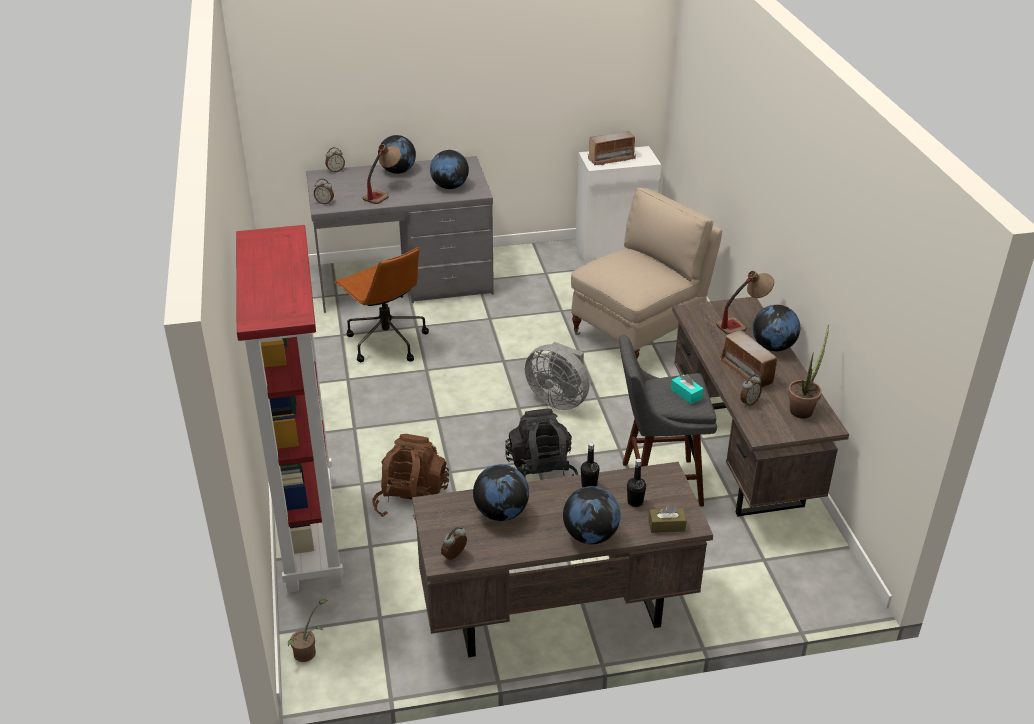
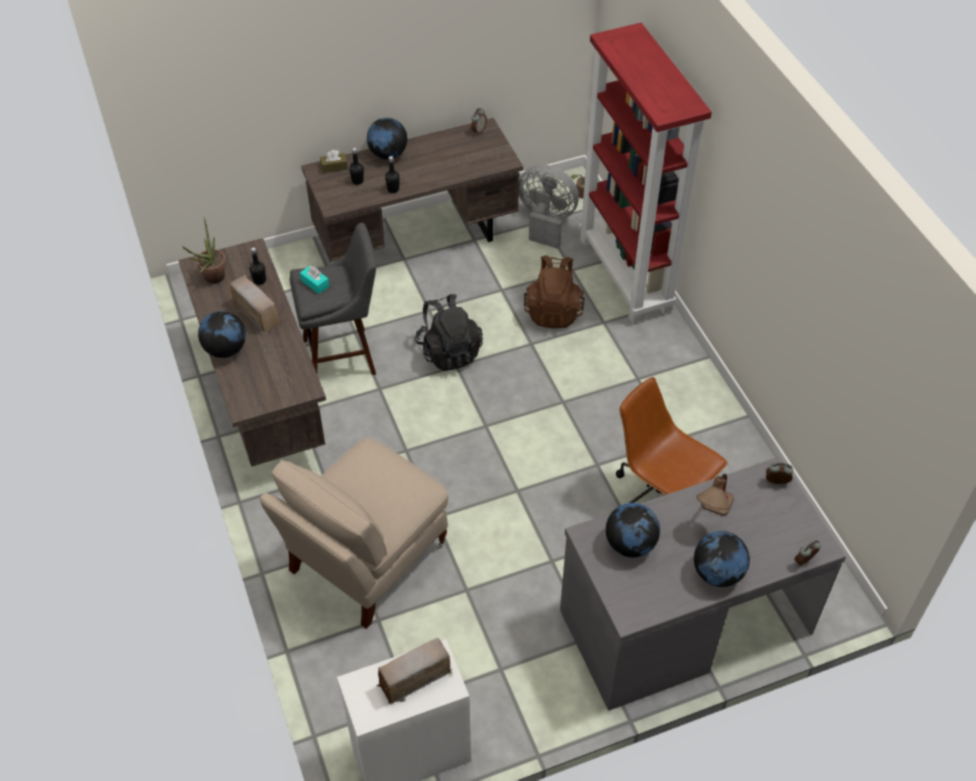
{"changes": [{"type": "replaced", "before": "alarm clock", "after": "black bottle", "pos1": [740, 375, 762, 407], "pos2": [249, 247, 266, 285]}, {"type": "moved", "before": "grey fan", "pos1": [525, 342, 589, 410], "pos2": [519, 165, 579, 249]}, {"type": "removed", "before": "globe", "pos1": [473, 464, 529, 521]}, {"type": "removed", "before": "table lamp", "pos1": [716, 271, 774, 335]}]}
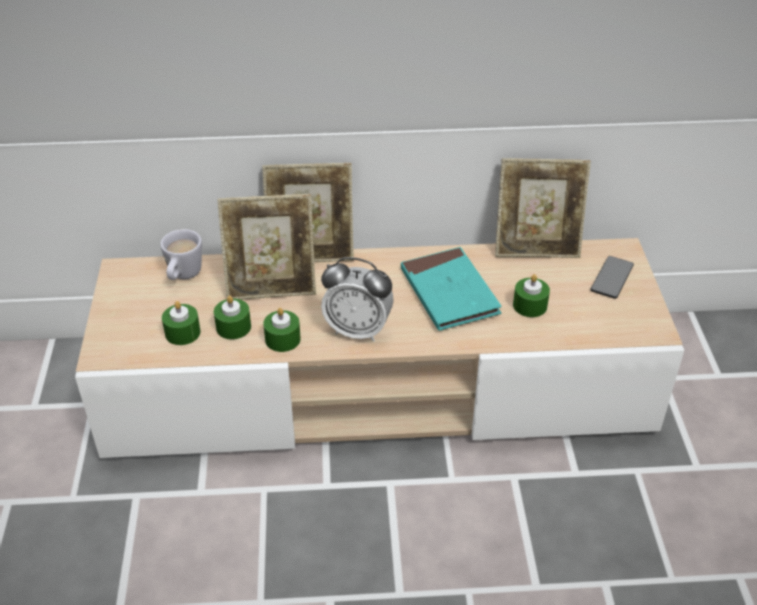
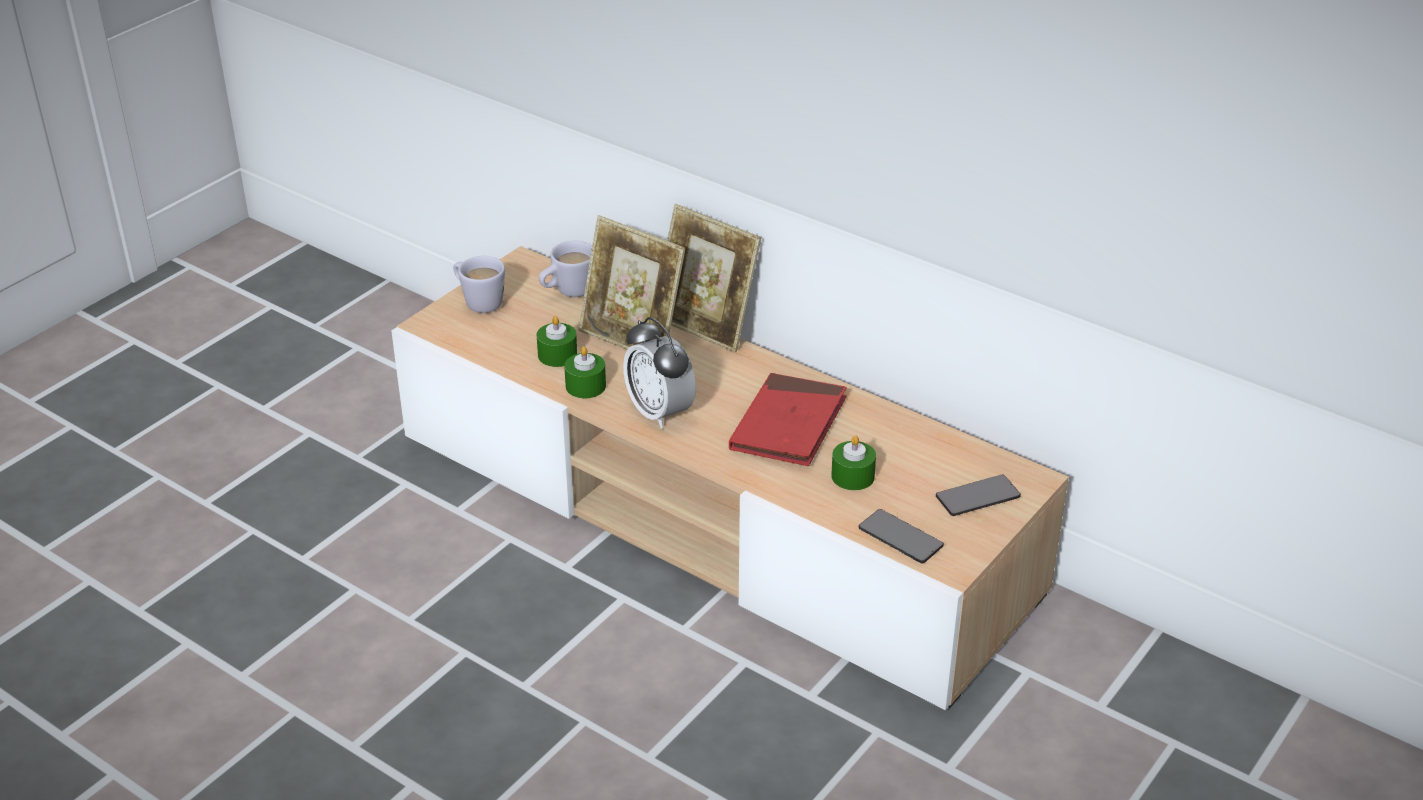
{"changes": [{"type": "added", "after": "white mug", "pos2": [453, 256, 505, 313]}, {"type": "recoloured", "before": "turquoise book", "after": "red book", "pos1": [401, 247, 502, 331], "pos2": [729, 373, 847, 466]}, {"type": "added", "after": "phone", "pos2": [859, 509, 944, 564]}, {"type": "removed", "before": "green candle", "pos1": [162, 301, 201, 345]}, {"type": "removed", "before": "picture frame", "pos1": [495, 158, 591, 258]}]}
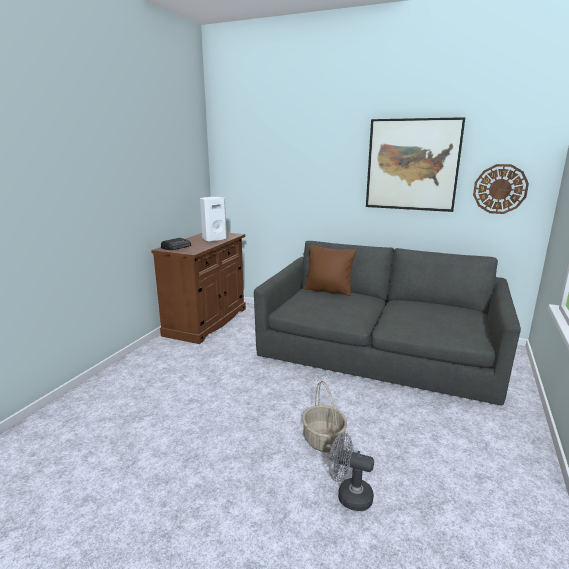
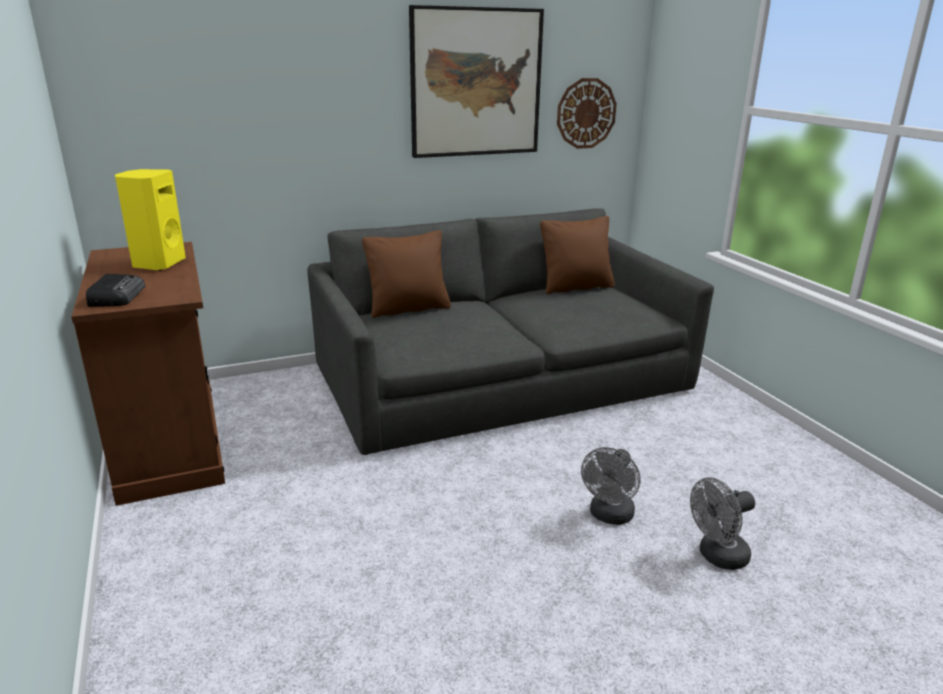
{"changes": [{"type": "recoloured", "before": "white speaker", "after": "yellow speaker", "pos1": [200, 197, 227, 242], "pos2": [115, 169, 186, 271]}, {"type": "added", "after": "brown pillow", "pos2": [540, 216, 615, 294]}, {"type": "replaced", "before": "basket", "after": "grey fan", "pos1": [302, 381, 347, 452], "pos2": [581, 447, 641, 525]}]}
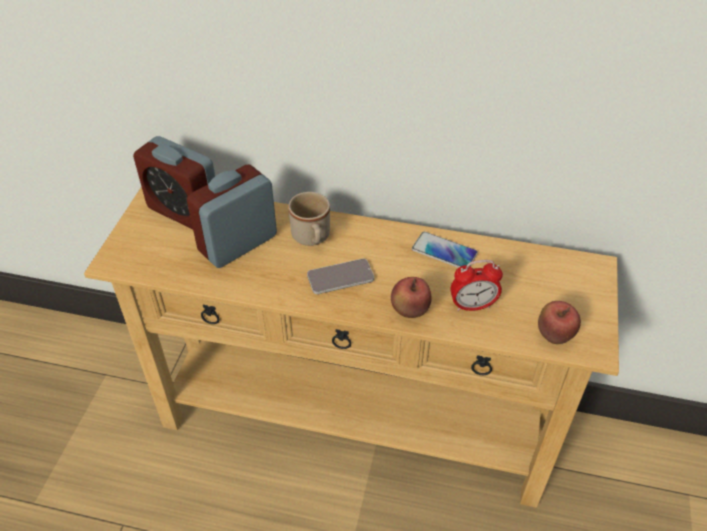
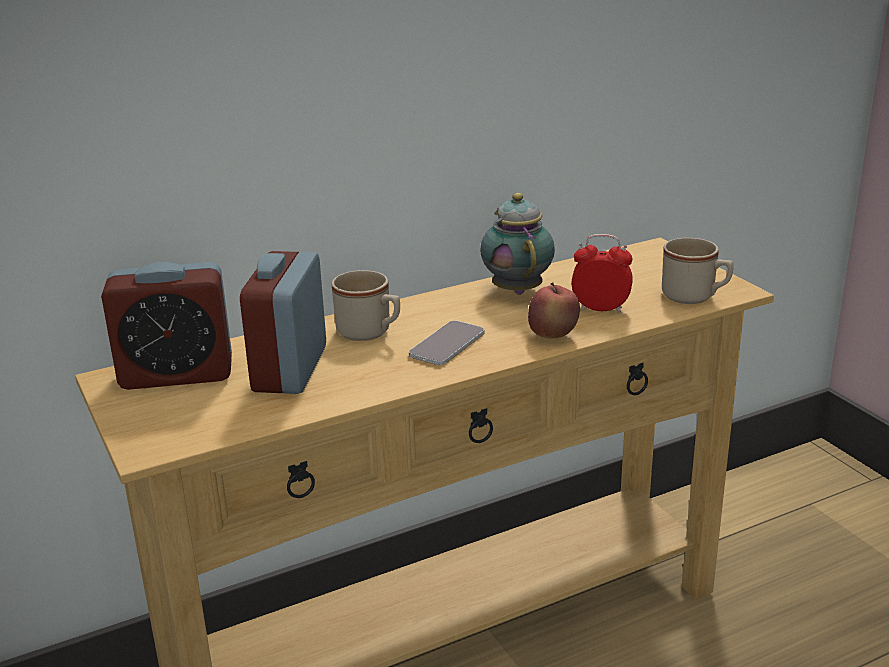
{"changes": [{"type": "replaced", "before": "phone", "after": "teapot", "pos1": [412, 232, 478, 268], "pos2": [480, 193, 555, 295]}, {"type": "turned", "before": "alarm clock", "pos1": [450, 260, 503, 311], "pos2": [572, 234, 633, 313], "turn": -120}, {"type": "replaced", "before": "apple", "after": "beige mug", "pos1": [538, 301, 581, 344], "pos2": [662, 238, 734, 304]}]}
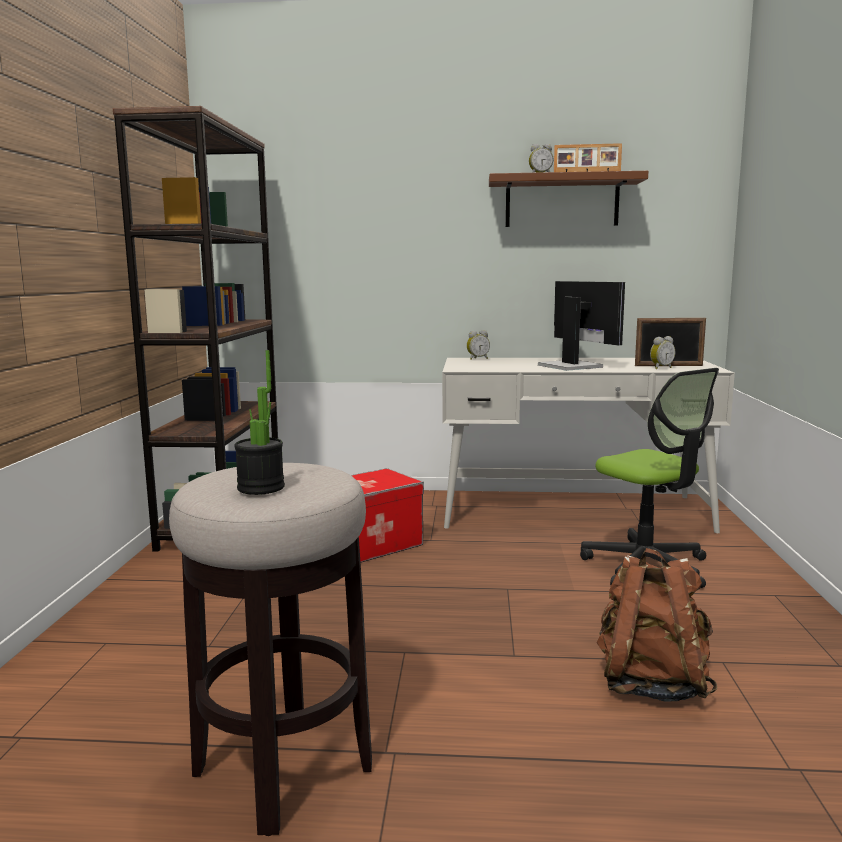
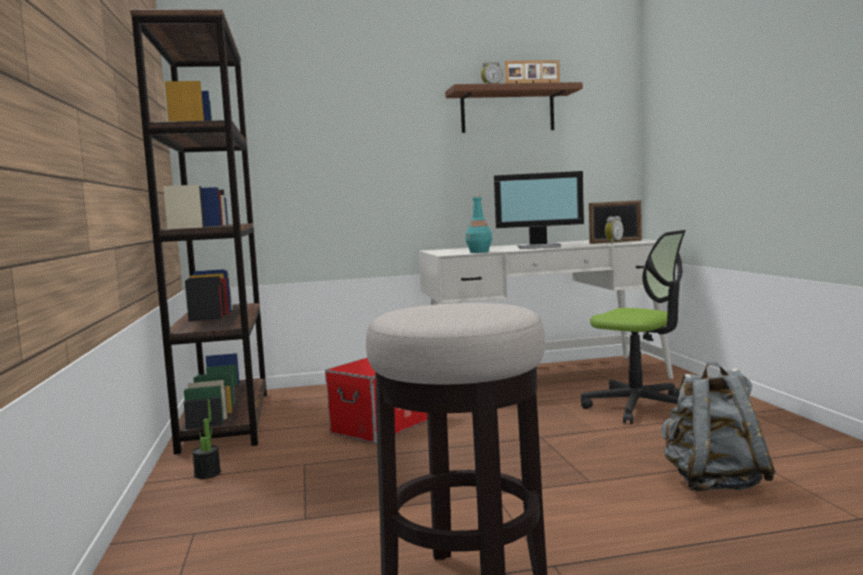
{"changes": [{"type": "moved", "before": "potted plant", "pos1": [235, 350, 285, 495], "pos2": [192, 399, 221, 479]}, {"type": "added", "after": "turquoise bottle", "pos2": [466, 195, 492, 253]}, {"type": "turned", "before": "monitor", "pos1": [538, 281, 625, 371], "pos2": [494, 171, 584, 249], "turn": 135}, {"type": "recoloured", "before": "brown backpack", "after": "grey backpack", "pos1": [597, 548, 717, 702], "pos2": [661, 362, 776, 491]}, {"type": "removed", "before": "alarm clock", "pos1": [467, 330, 490, 360]}]}
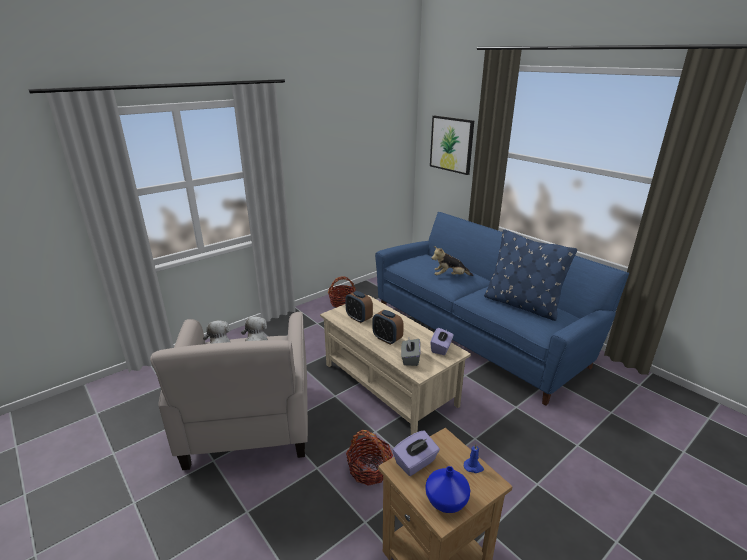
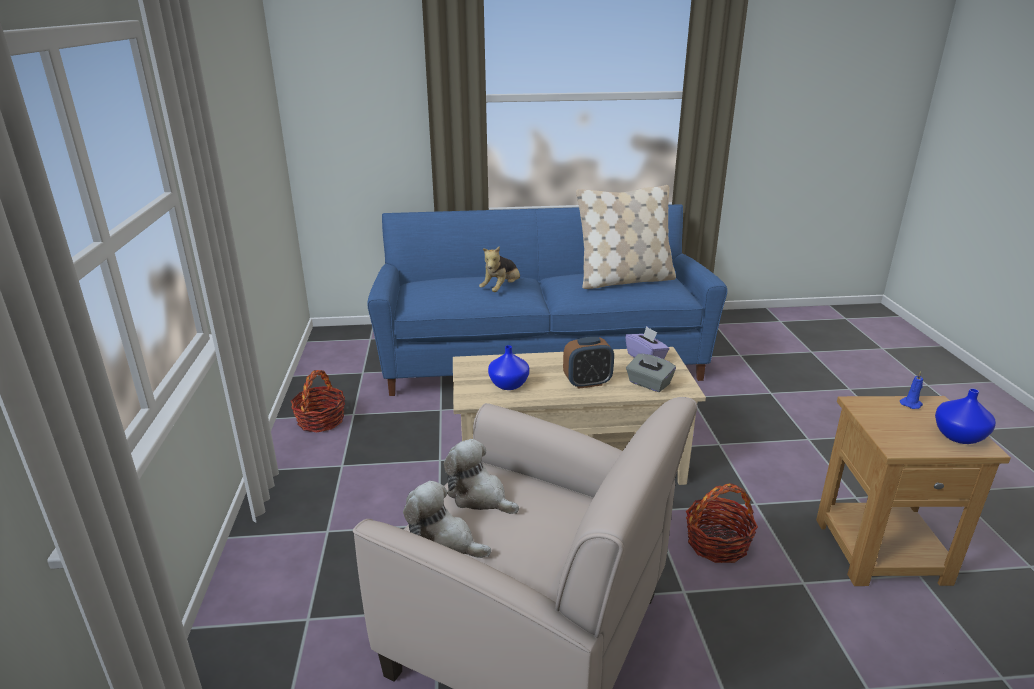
{"changes": [{"type": "replaced", "before": "alarm clock", "after": "blue vase", "pos1": [345, 291, 373, 323], "pos2": [488, 345, 529, 390]}, {"type": "recoloured", "before": "blue pillow", "after": "beige pillow", "pos1": [484, 229, 577, 321], "pos2": [576, 185, 676, 289]}, {"type": "removed", "before": "purple tissue box", "pos1": [393, 430, 440, 476]}, {"type": "removed", "before": "picture", "pos1": [430, 116, 474, 175]}]}
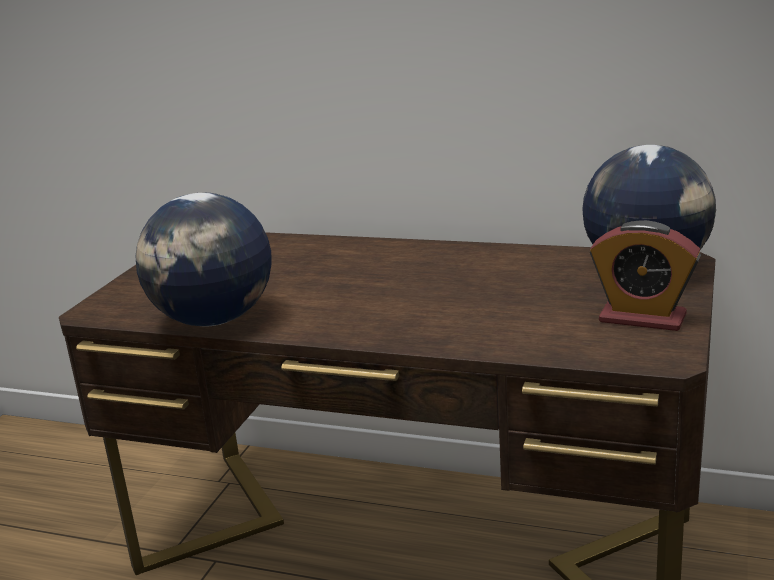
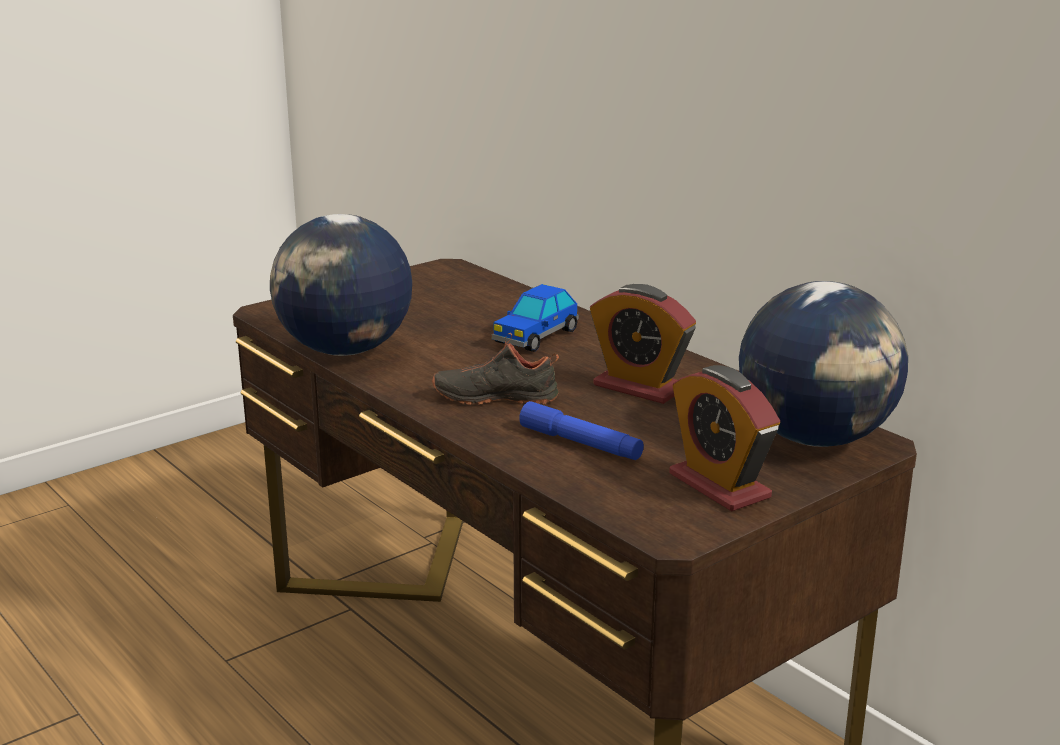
{"changes": [{"type": "added", "after": "black shoe", "pos2": [432, 333, 559, 405]}, {"type": "added", "after": "toy car", "pos2": [491, 284, 579, 352]}, {"type": "added", "after": "blue flashlight", "pos2": [519, 401, 644, 460]}, {"type": "added", "after": "alarm clock", "pos2": [590, 284, 696, 404]}]}
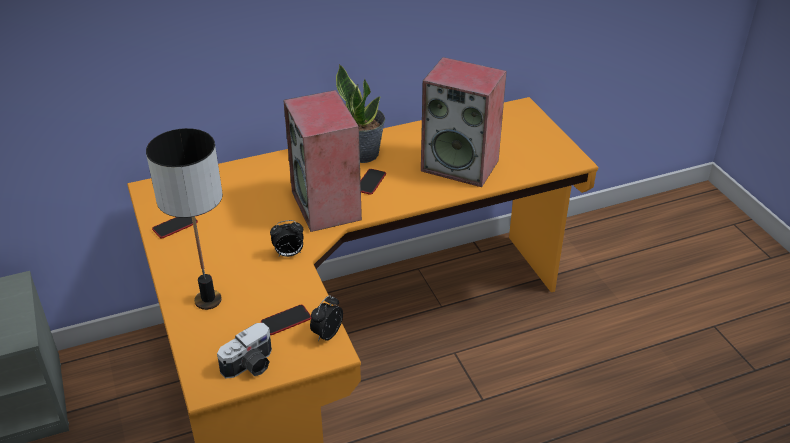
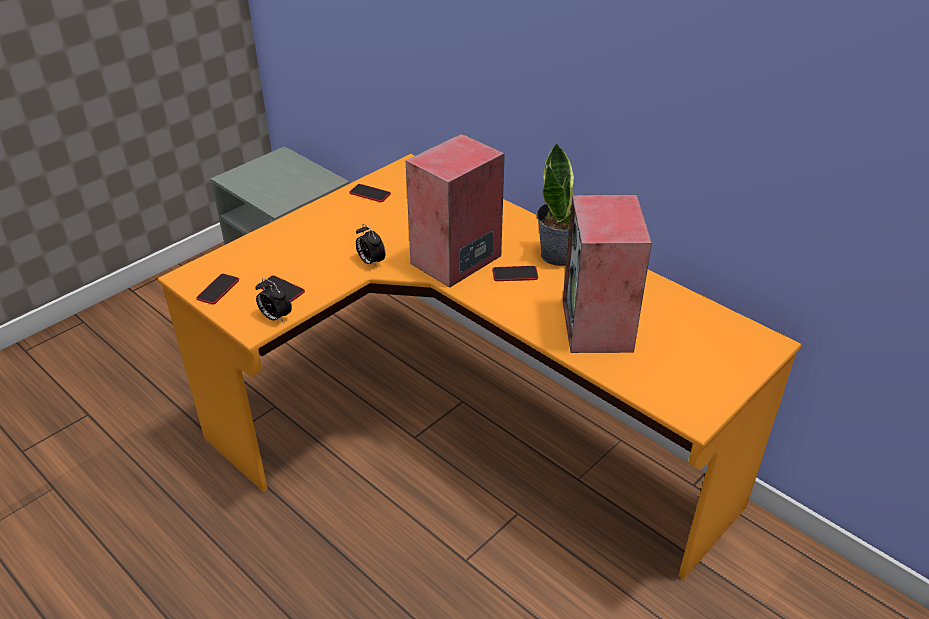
{"changes": [{"type": "replaced", "before": "photo camera", "after": "phone", "pos1": [217, 323, 272, 379], "pos2": [196, 274, 239, 304]}, {"type": "turned", "before": "alarm clock", "pos1": [310, 295, 343, 341], "pos2": [255, 278, 292, 322], "turn": -150}, {"type": "removed", "before": "table lamp", "pos1": [146, 128, 223, 310]}]}
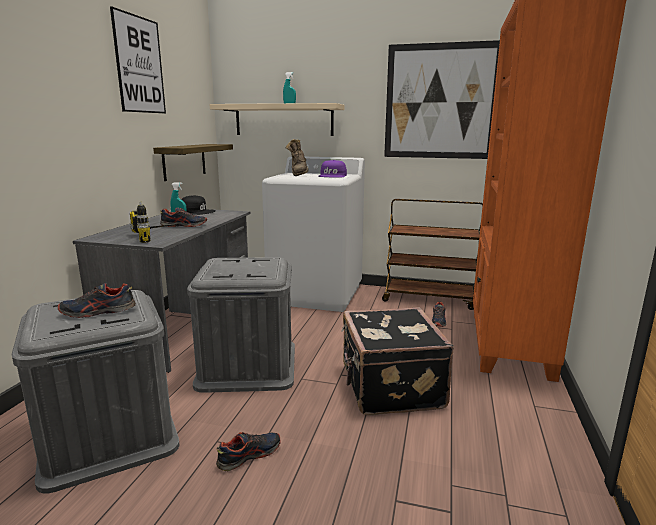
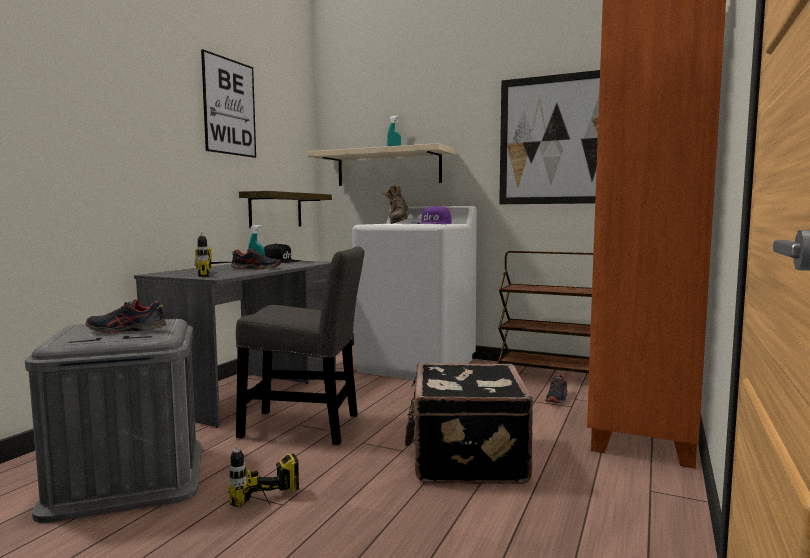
{"changes": [{"type": "replaced", "before": "shoe", "after": "power drill", "pos1": [216, 432, 281, 471], "pos2": [228, 446, 299, 507]}, {"type": "replaced", "before": "grey storage box", "after": "grey chair", "pos1": [187, 257, 295, 393], "pos2": [236, 246, 365, 445]}]}
